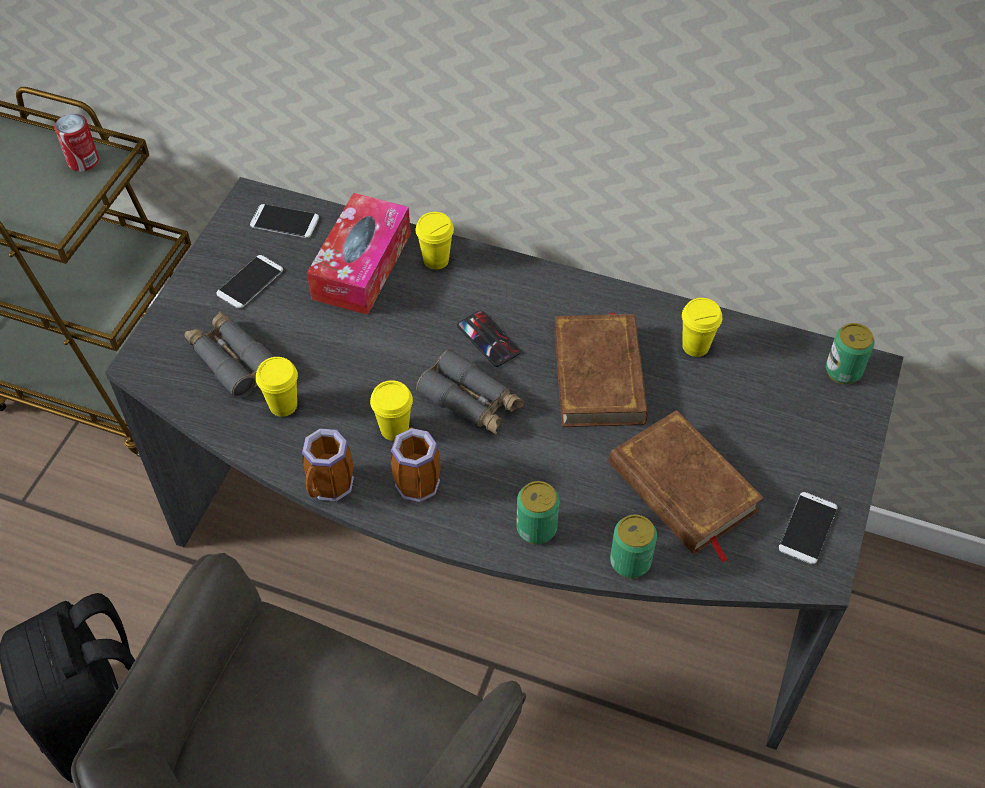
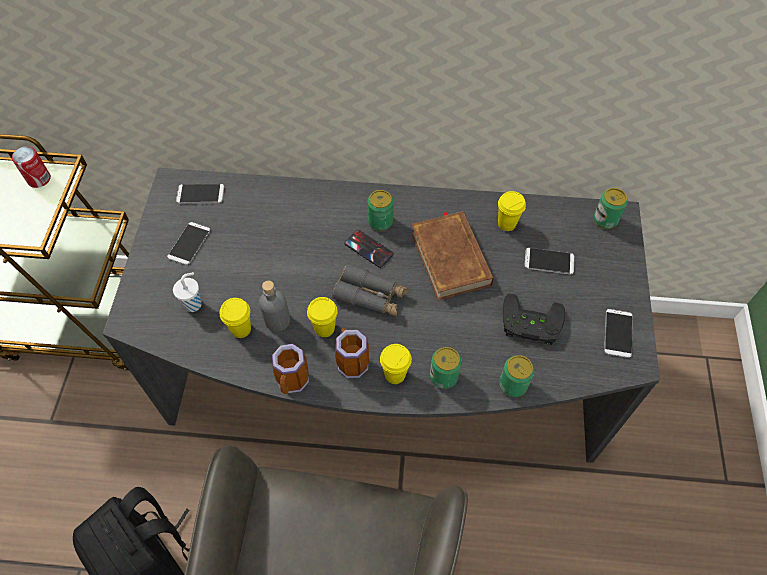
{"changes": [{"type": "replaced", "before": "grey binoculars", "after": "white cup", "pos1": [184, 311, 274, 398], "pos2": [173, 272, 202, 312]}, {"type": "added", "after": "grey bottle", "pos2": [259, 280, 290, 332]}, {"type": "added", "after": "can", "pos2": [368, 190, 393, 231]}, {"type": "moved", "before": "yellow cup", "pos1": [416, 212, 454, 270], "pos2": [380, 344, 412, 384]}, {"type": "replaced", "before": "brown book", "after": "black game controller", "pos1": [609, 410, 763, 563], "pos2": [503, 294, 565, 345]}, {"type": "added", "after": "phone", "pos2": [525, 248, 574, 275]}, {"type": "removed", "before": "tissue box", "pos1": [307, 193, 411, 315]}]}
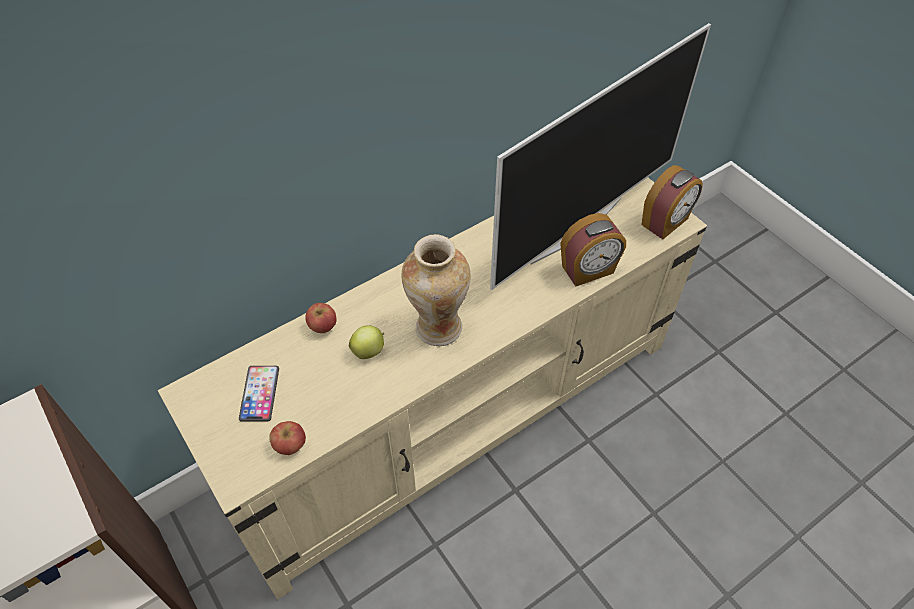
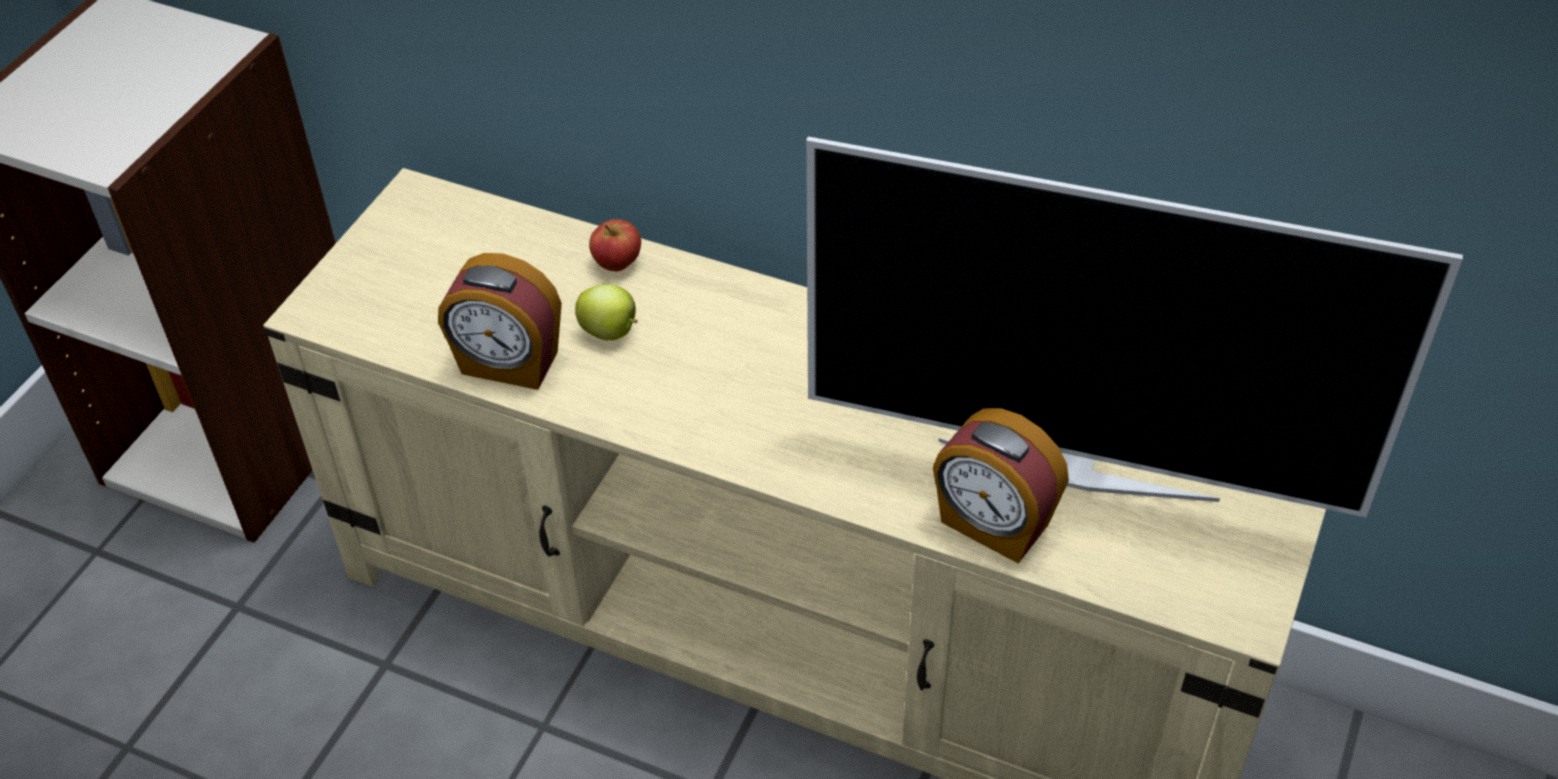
{"changes": [{"type": "moved", "before": "alarm clock", "pos1": [641, 165, 703, 239], "pos2": [438, 253, 562, 390]}, {"type": "removed", "before": "phone", "pos1": [239, 366, 279, 422]}, {"type": "removed", "before": "apple", "pos1": [269, 421, 306, 455]}, {"type": "removed", "before": "vase", "pos1": [402, 234, 471, 346]}]}
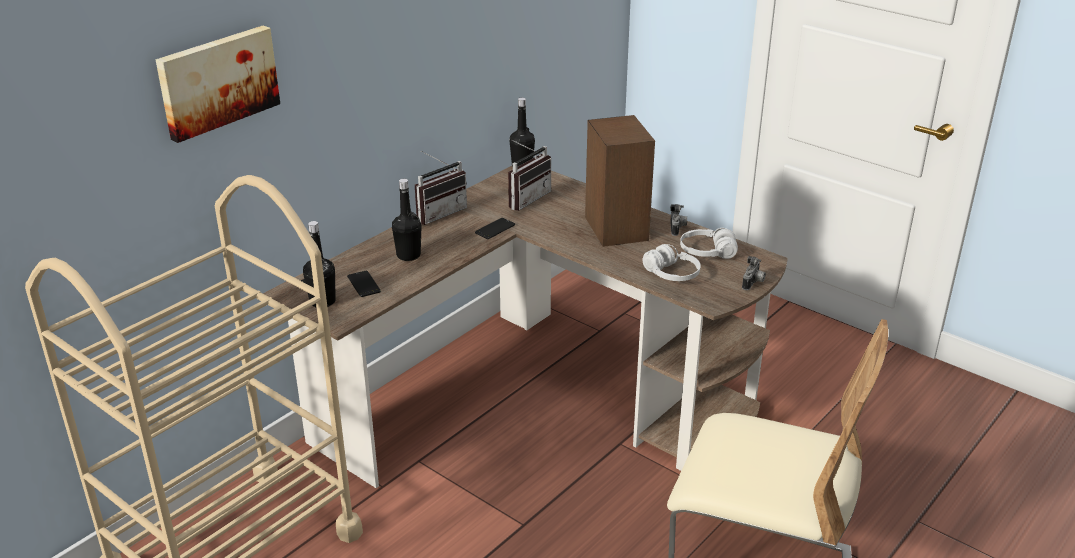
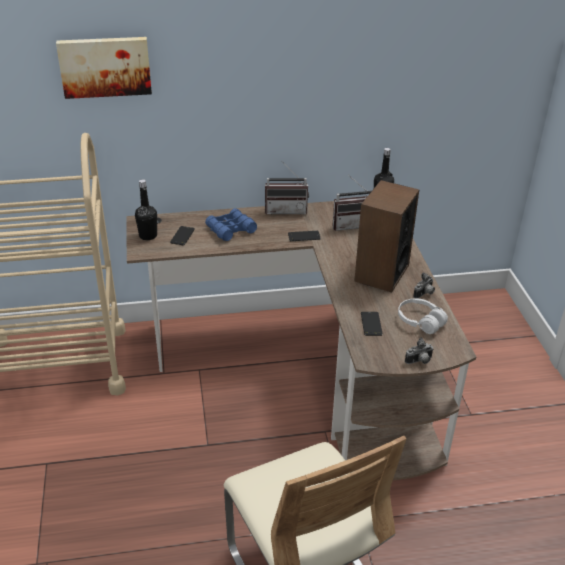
{"changes": [{"type": "replaced", "before": "black bottle", "after": "blue binoculars", "pos1": [392, 179, 421, 261], "pos2": [205, 208, 257, 241]}, {"type": "replaced", "before": "white headphones", "after": "phone", "pos1": [643, 244, 701, 281], "pos2": [361, 312, 383, 336]}]}
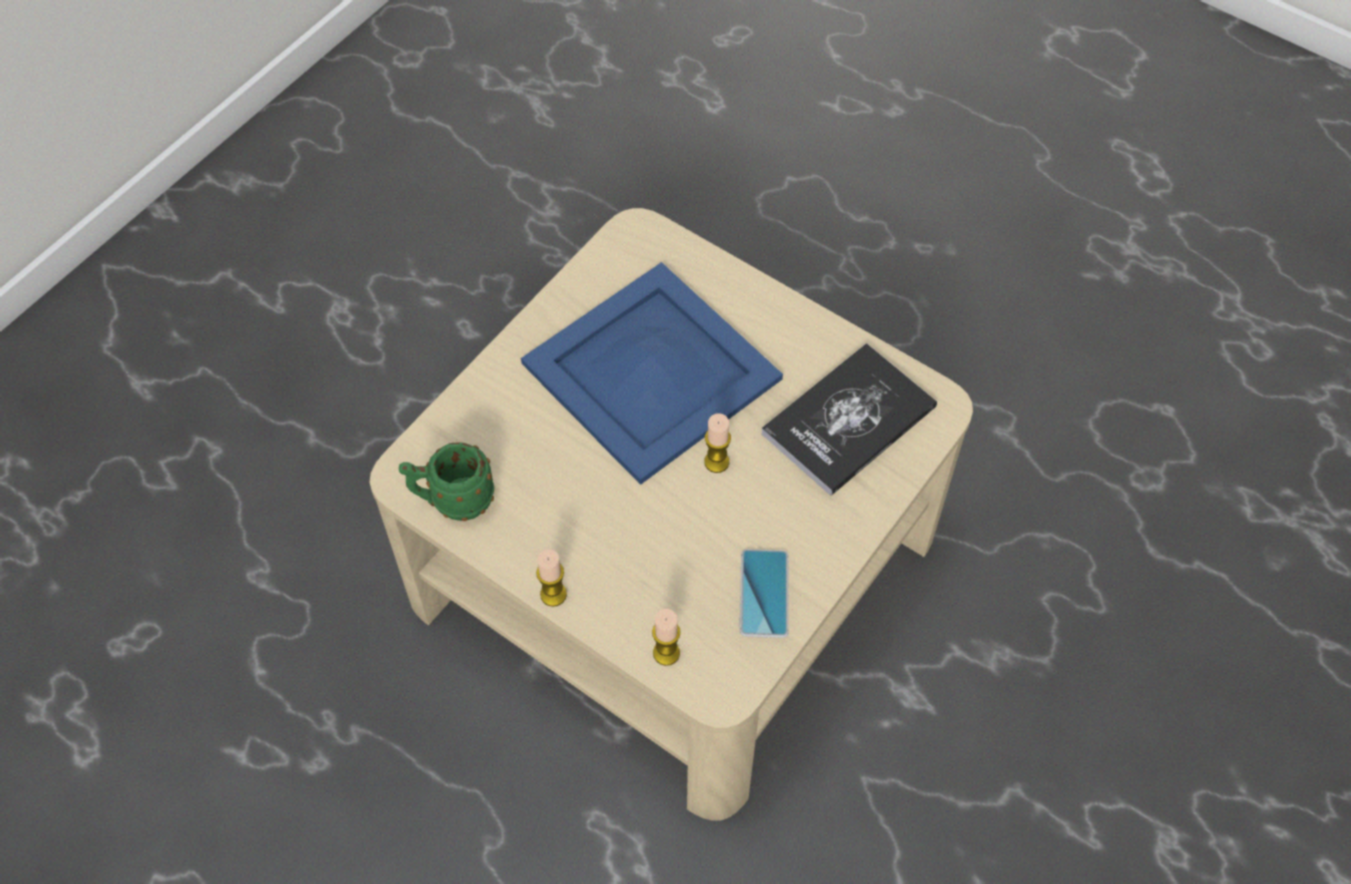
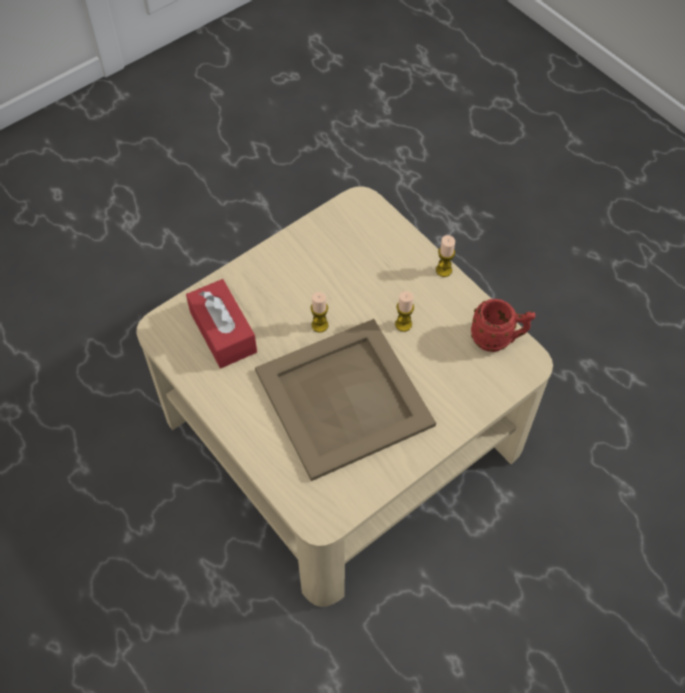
{"changes": [{"type": "replaced", "before": "book", "after": "red tissue box", "pos1": [761, 343, 937, 496], "pos2": [186, 279, 257, 368]}, {"type": "recoloured", "before": "blue tray", "after": "beige tray", "pos1": [521, 262, 783, 485], "pos2": [255, 319, 436, 481]}, {"type": "moved", "before": "candle", "pos1": [652, 609, 681, 666], "pos2": [395, 291, 414, 332]}, {"type": "recoloured", "before": "green mug", "after": "red mug", "pos1": [399, 442, 494, 521], "pos2": [471, 299, 536, 352]}, {"type": "removed", "before": "phone", "pos1": [739, 549, 789, 638]}]}
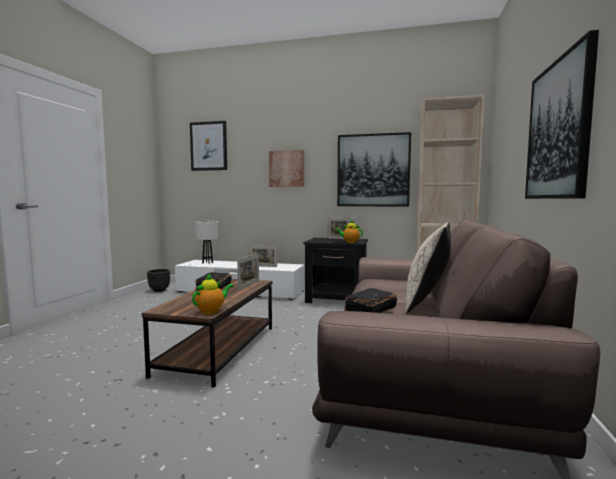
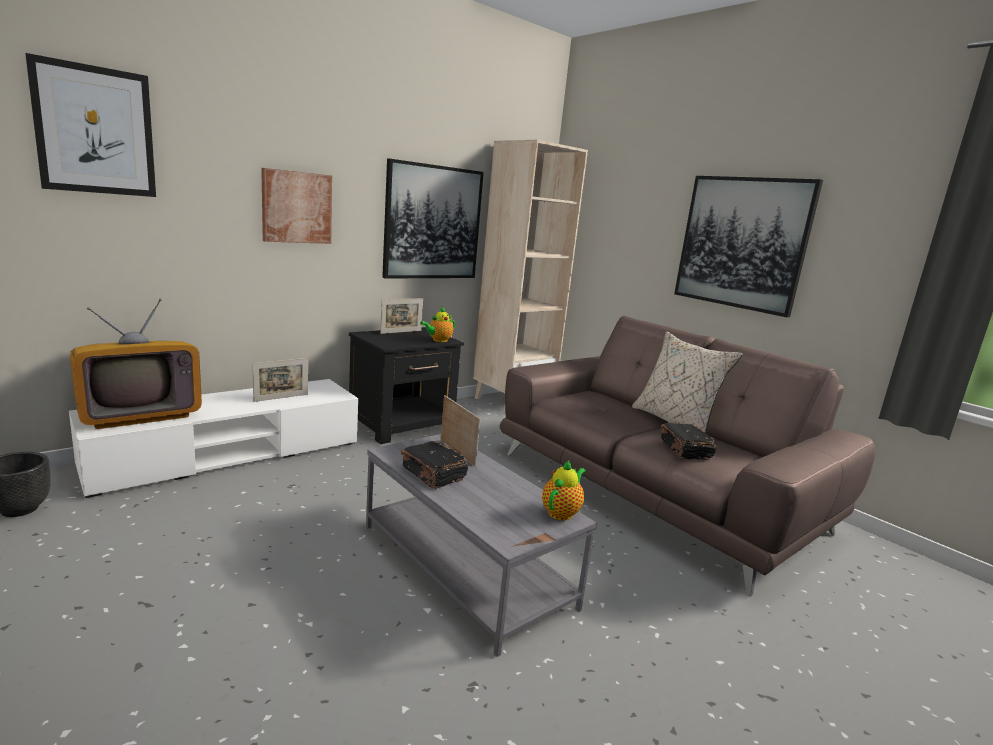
{"changes": [{"type": "replaced", "before": "white table lamp", "after": "television", "pos1": [195, 221, 218, 264], "pos2": [70, 298, 202, 429]}, {"type": "recoloured", "before": "brown coffee table", "after": "grey coffee table", "pos1": [142, 279, 272, 387], "pos2": [366, 434, 598, 657]}, {"type": "turned", "before": "teapot", "pos1": [192, 274, 234, 314], "pos2": [542, 460, 586, 520], "turn": 45}]}
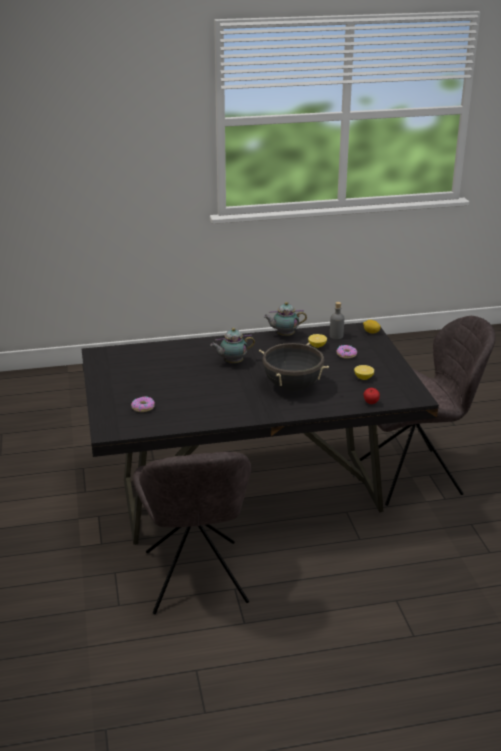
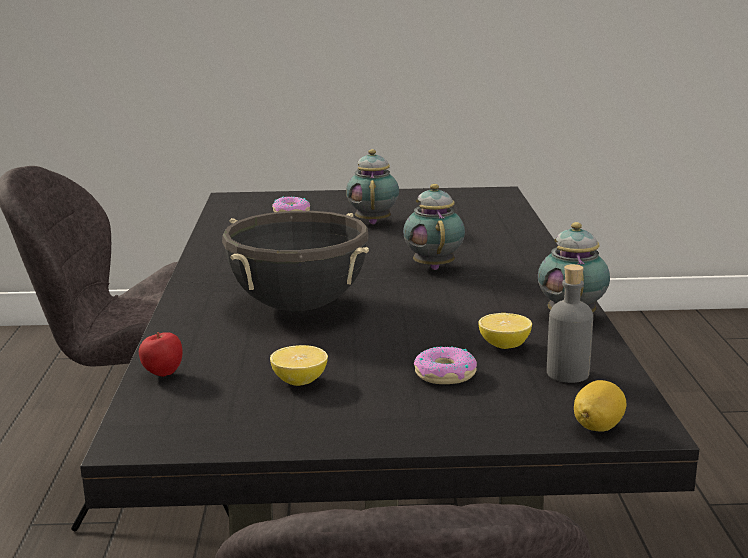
{"changes": [{"type": "added", "after": "teapot", "pos2": [346, 149, 399, 225]}]}
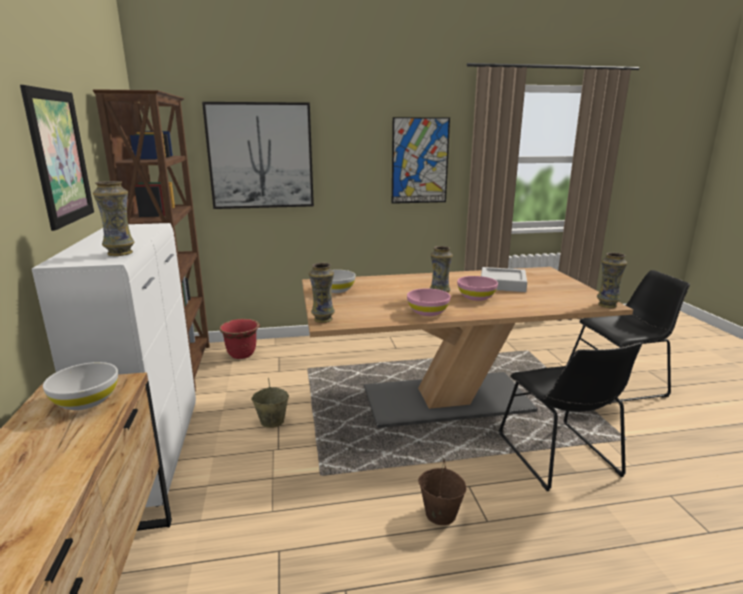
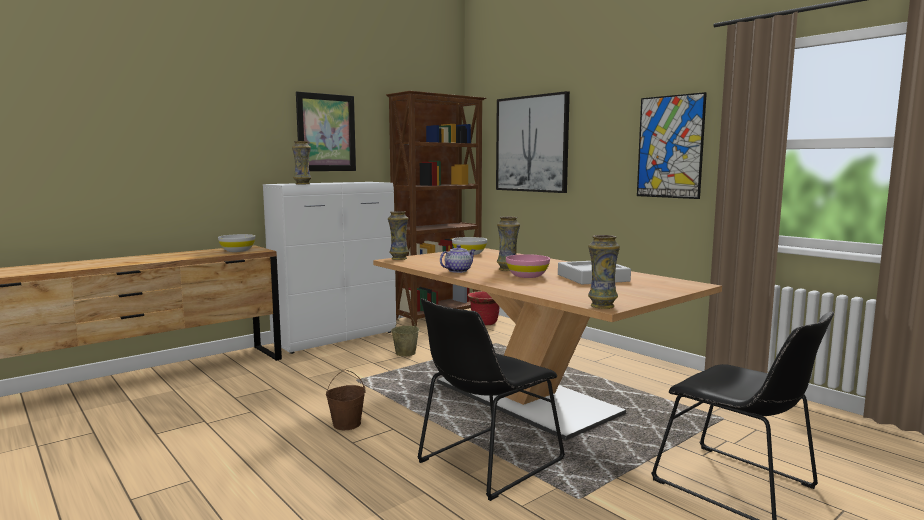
{"changes": [{"type": "replaced", "before": "pink bowl", "after": "teapot", "pos1": [407, 289, 451, 316], "pos2": [440, 245, 475, 273]}]}
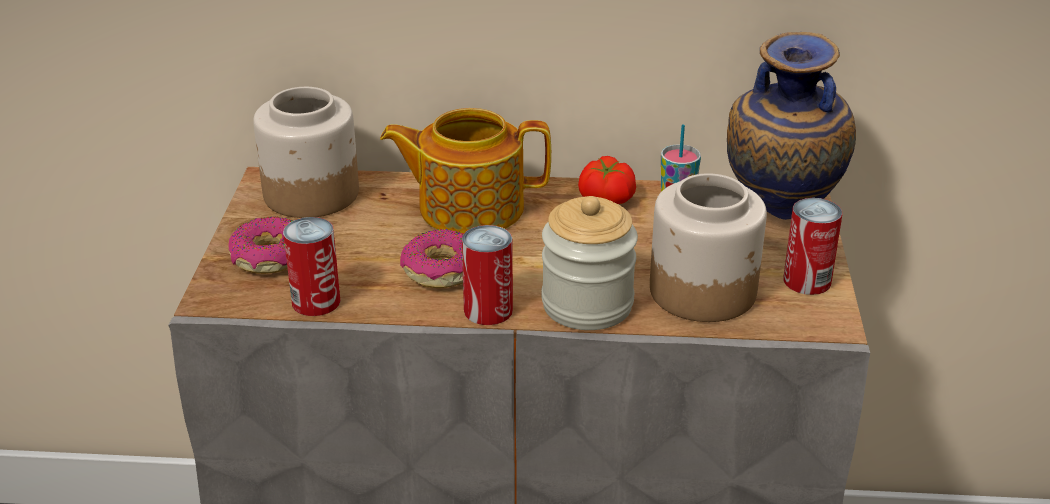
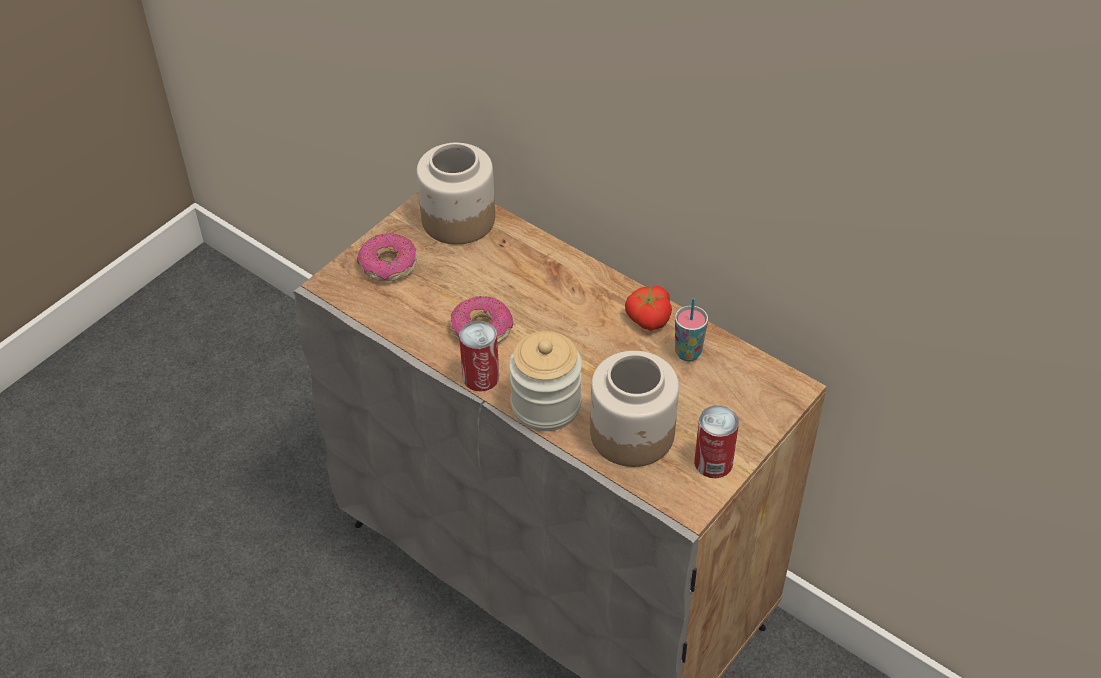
{"changes": [{"type": "removed", "before": "can", "pos1": [283, 217, 340, 316]}, {"type": "removed", "before": "teapot", "pos1": [380, 108, 551, 233]}, {"type": "removed", "before": "vase", "pos1": [727, 32, 856, 220]}]}
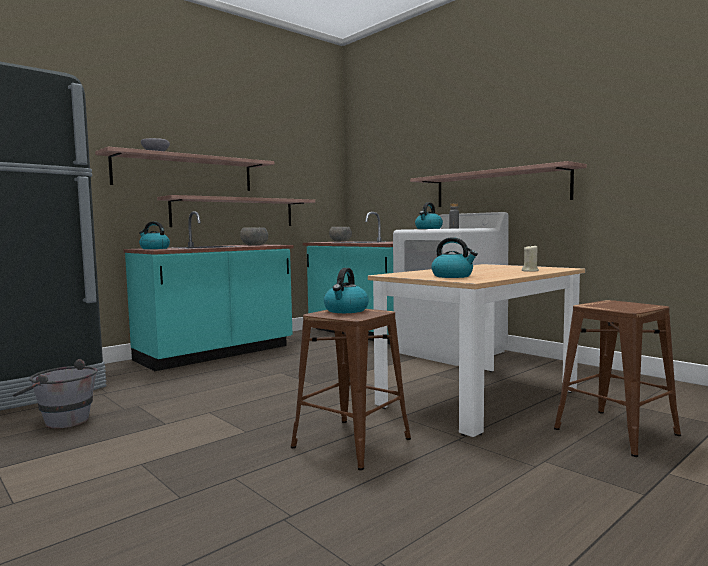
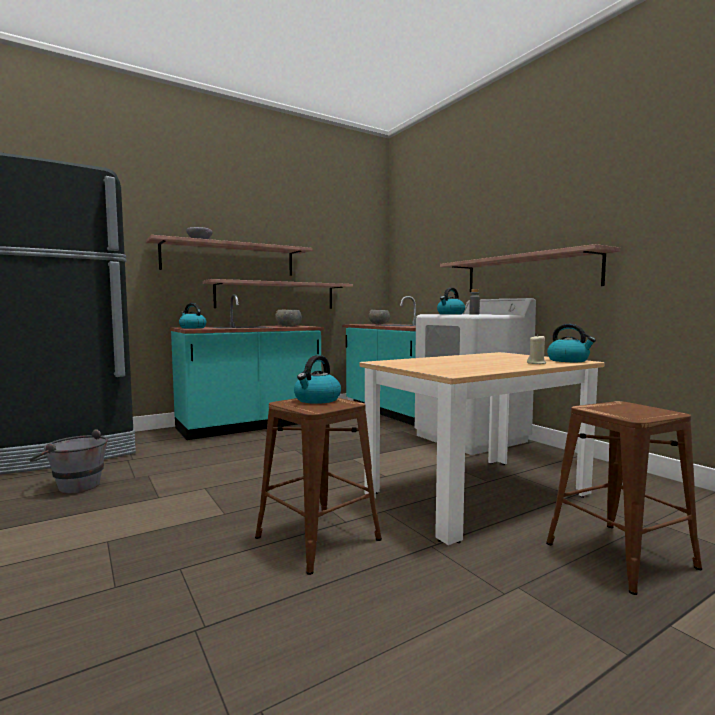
{"changes": [{"type": "moved", "before": "kettle", "pos1": [431, 237, 478, 278], "pos2": [547, 324, 596, 362]}]}
